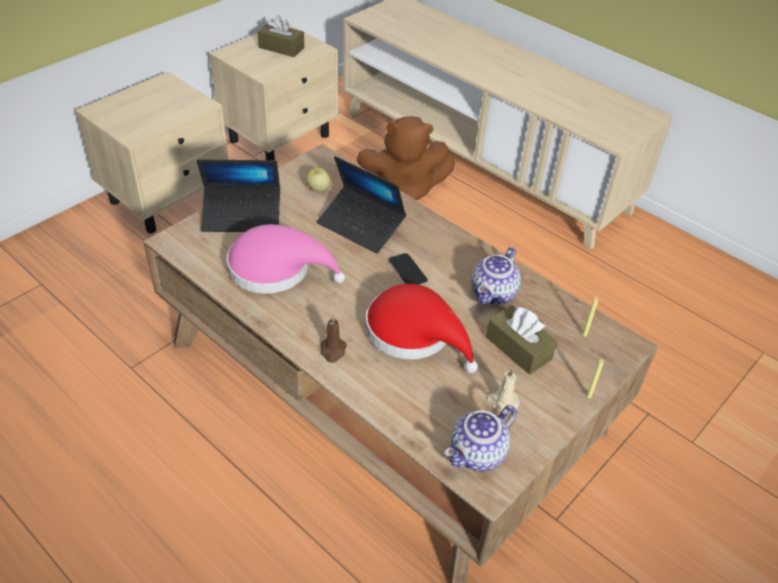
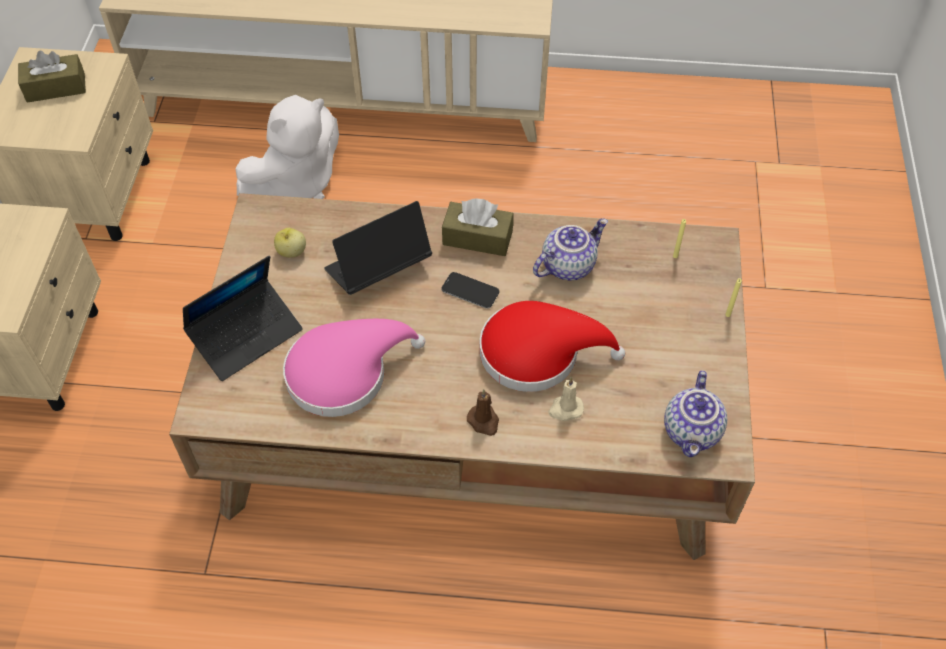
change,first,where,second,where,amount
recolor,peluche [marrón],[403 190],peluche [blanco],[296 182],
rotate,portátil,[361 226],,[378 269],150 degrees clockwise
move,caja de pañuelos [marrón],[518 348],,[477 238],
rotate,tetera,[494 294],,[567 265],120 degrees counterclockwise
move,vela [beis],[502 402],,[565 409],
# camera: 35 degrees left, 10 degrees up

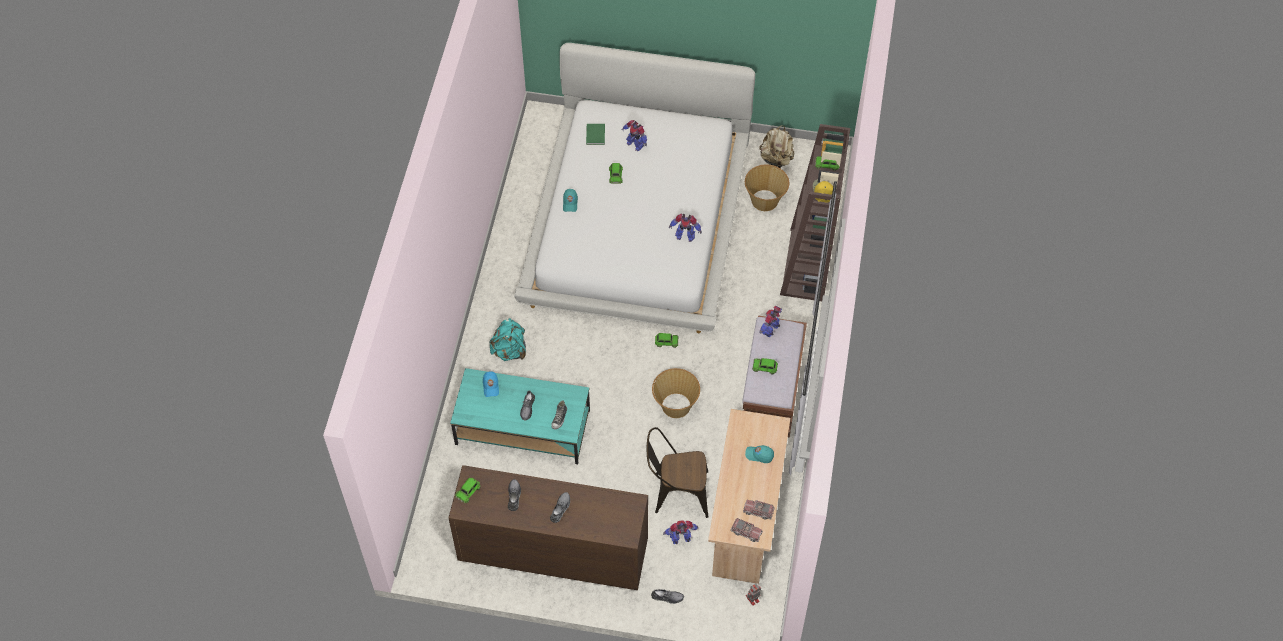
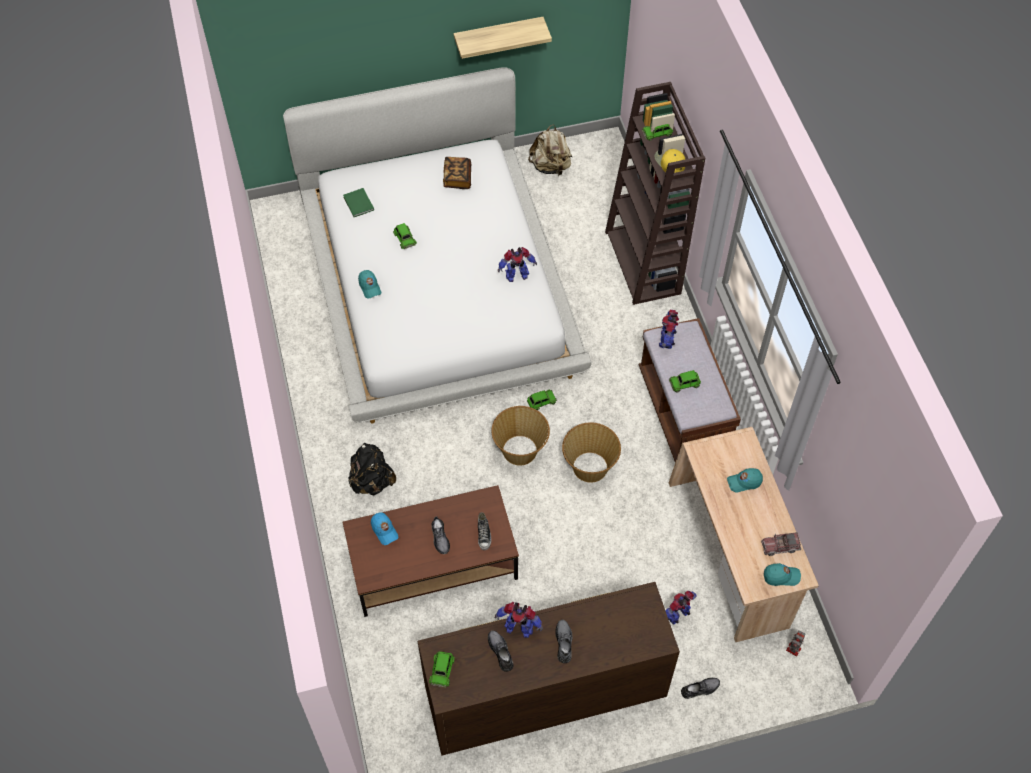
change,first,where,second,where,amount
recolor,mesa de centro [turquesa],[523 427],mesa de centro [marrón],[432 562],
recolor,mochila [turquesa],[509 350],mochila [negro],[372 481],
insert,,,libro,[457 178],
insert,,,estante,[498 36],
move,cesta,[765 201],,[520 450],
move,robot de juguete,[635 144],,[519 627],
replace,camión de juguete,[746 532],gorra [turquesa],[781 576],
delete,silla [marrón],[676 493],,,
# camera: 25 degrees left, 0 degrees up

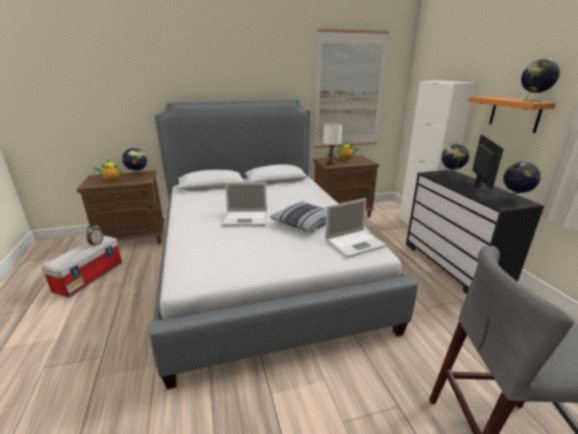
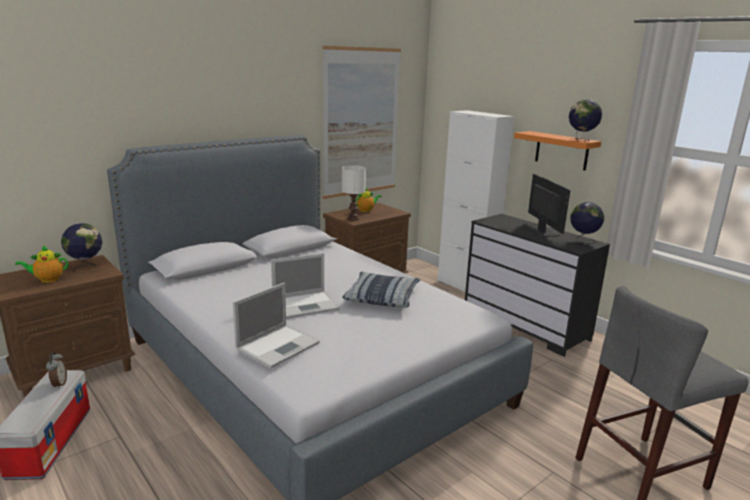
change,first,where,second,where,amount
move,portátil,[355 243],,[279 346],
delete,globo terráqueo,[451 175],,,
# camera: 25 degrees left, 5 degrees down

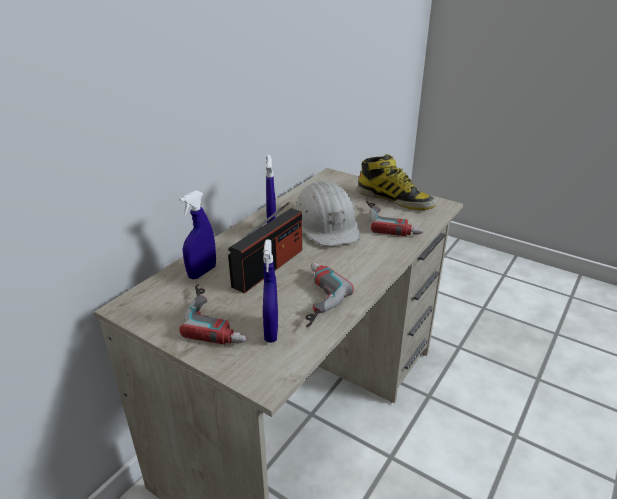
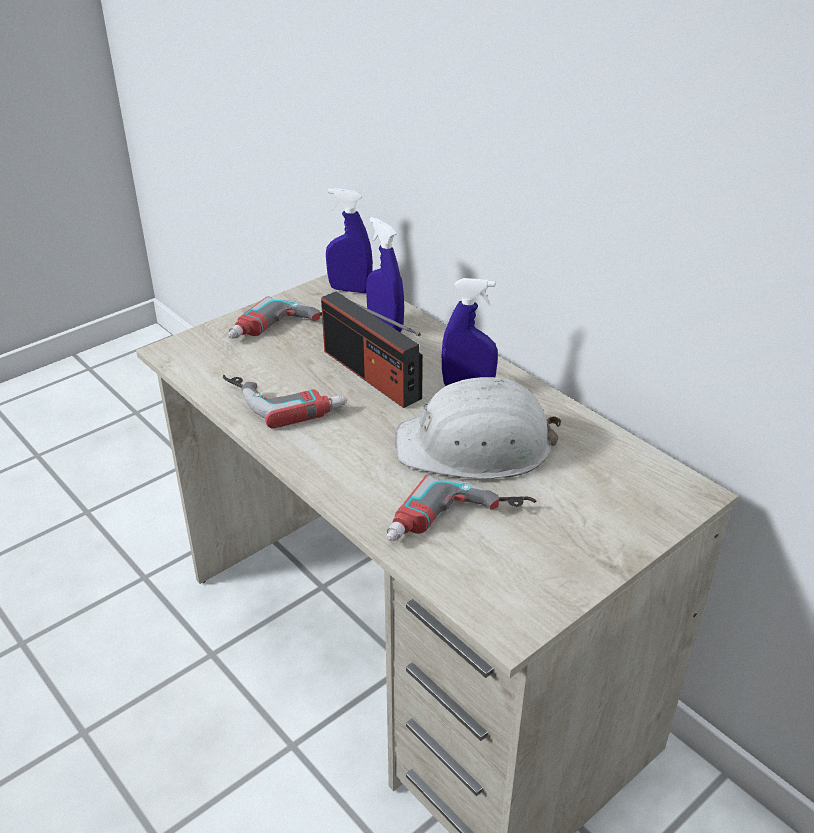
change,first,where,second,where,amount
move,pulverizador [azul],[271 331],,[350 289],
delete,bota,[395 199],,,
# camera: 105 degrees right, 5 degrees up

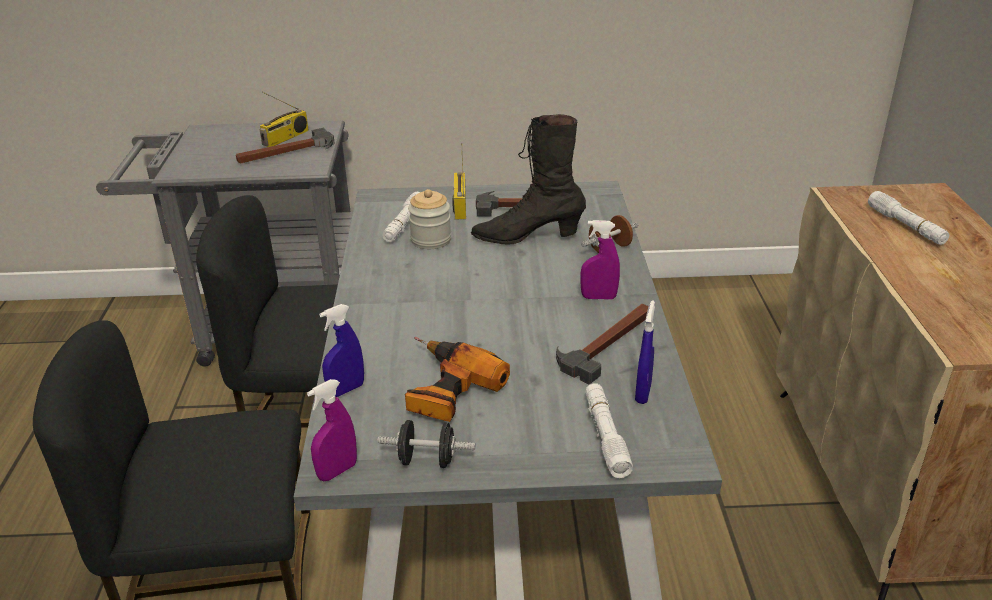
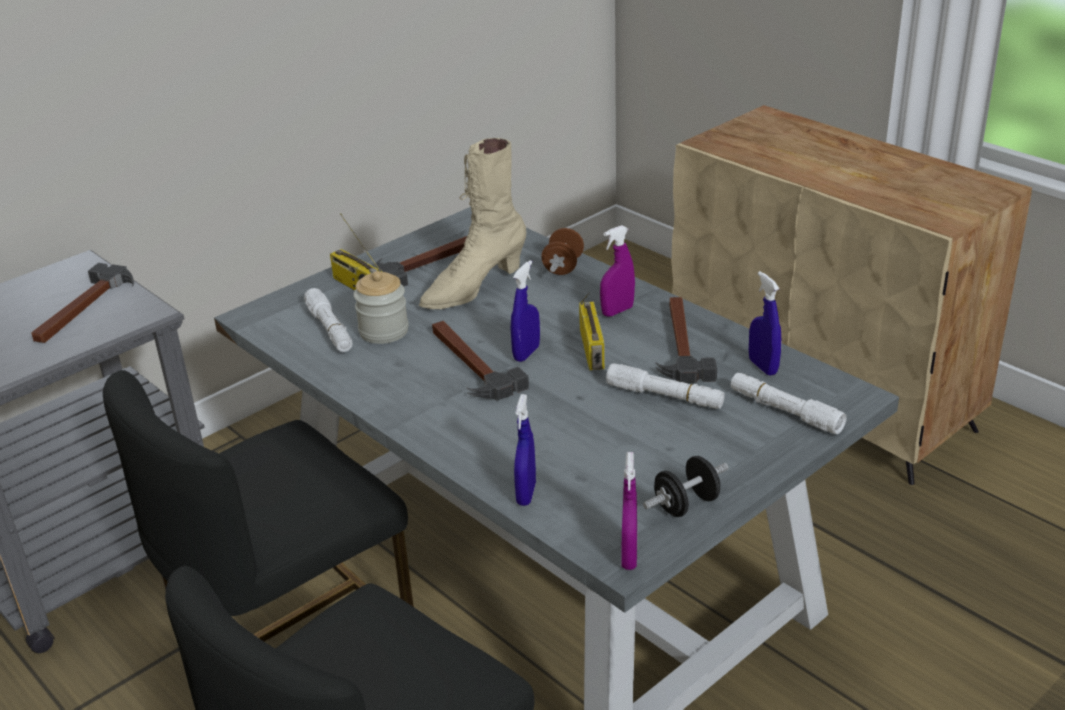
change,first,where,second,where,amount
recolor,bota [negro],[527 237],bota [beis],[473 288],
insert,,,martillo,[469 364],
insert,,,pulverizador [azul],[526 353],
move,radio,[285 138],,[593 349],
move,linterna [blanco],[905 226],,[665 396],
delete,taladro,[444 390],,,
# camera: 40 degrees left, 0 degrees up

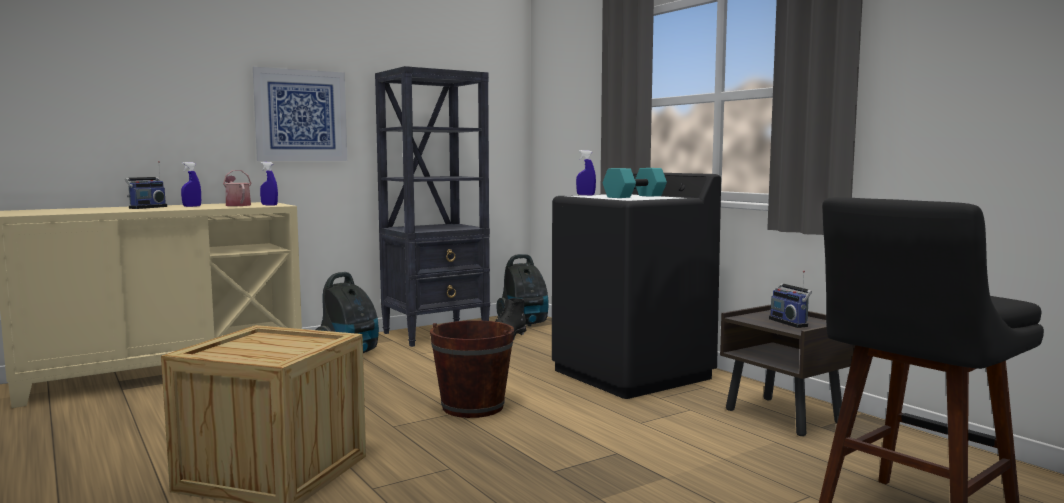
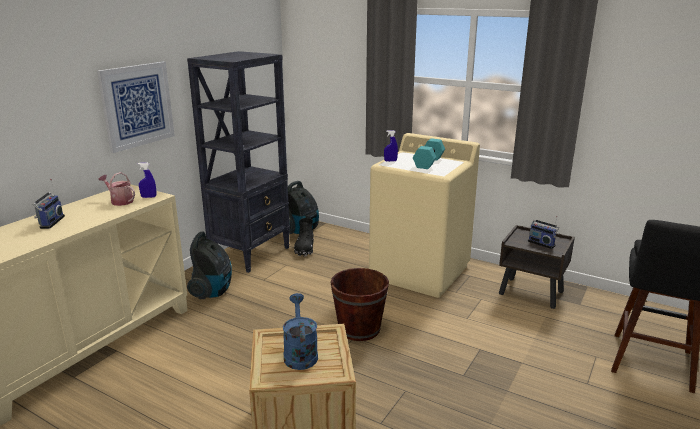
change,first,where,second,where,amount
insert,,,regadera [azul],[300 353],
recolor,lavadora [negro],[632 374],lavadora [beis],[420 272],
delete,pulverizador [azul],[192 206],,,
# camera: 25 degrees left, 15 degrees up

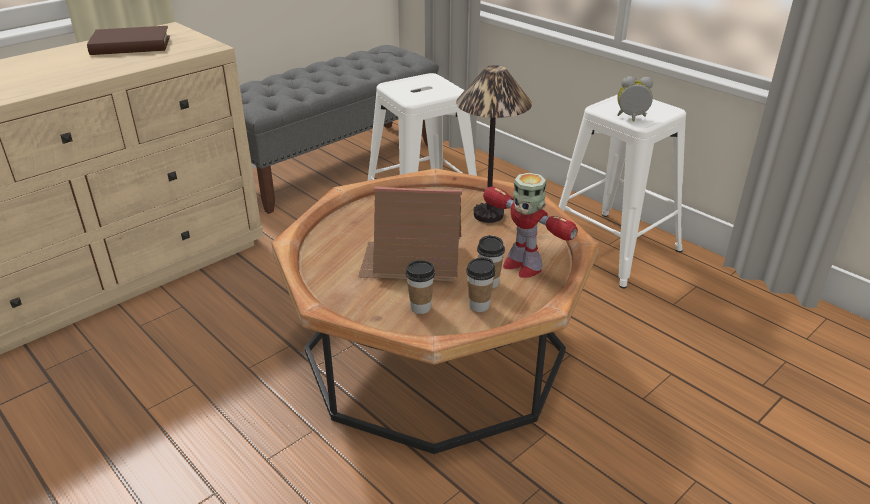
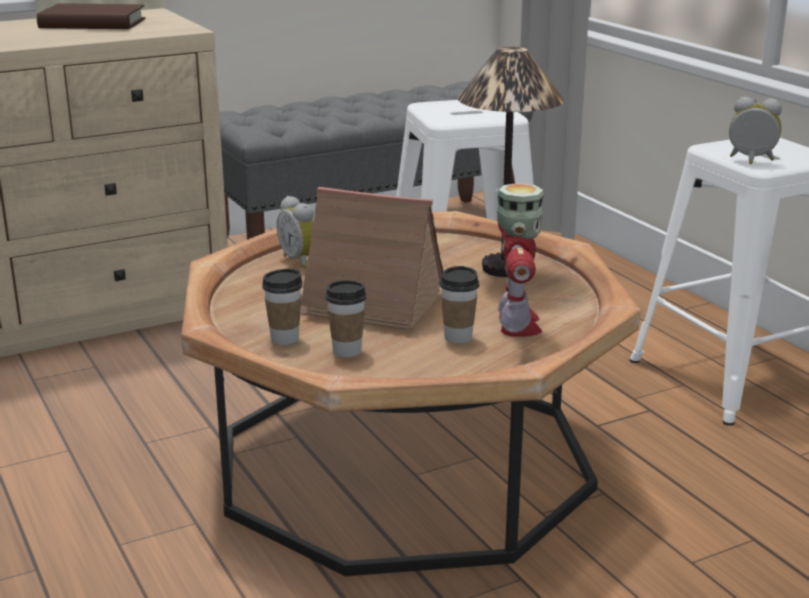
change,first,where,second,where,amount
move,taza,[479 306],,[284 339],
insert,,,despertador,[301 261],
rotate,robot de juguete,[522 266],,[517 325],150 degrees counterclockwise
# camera: 15 degrees right, 10 degrees down

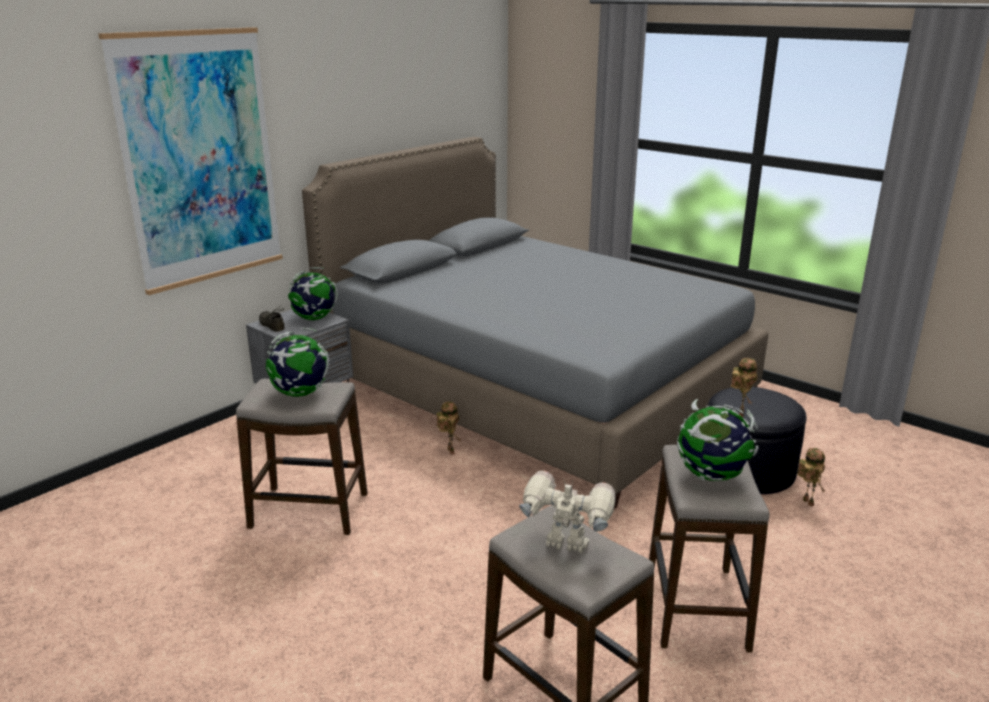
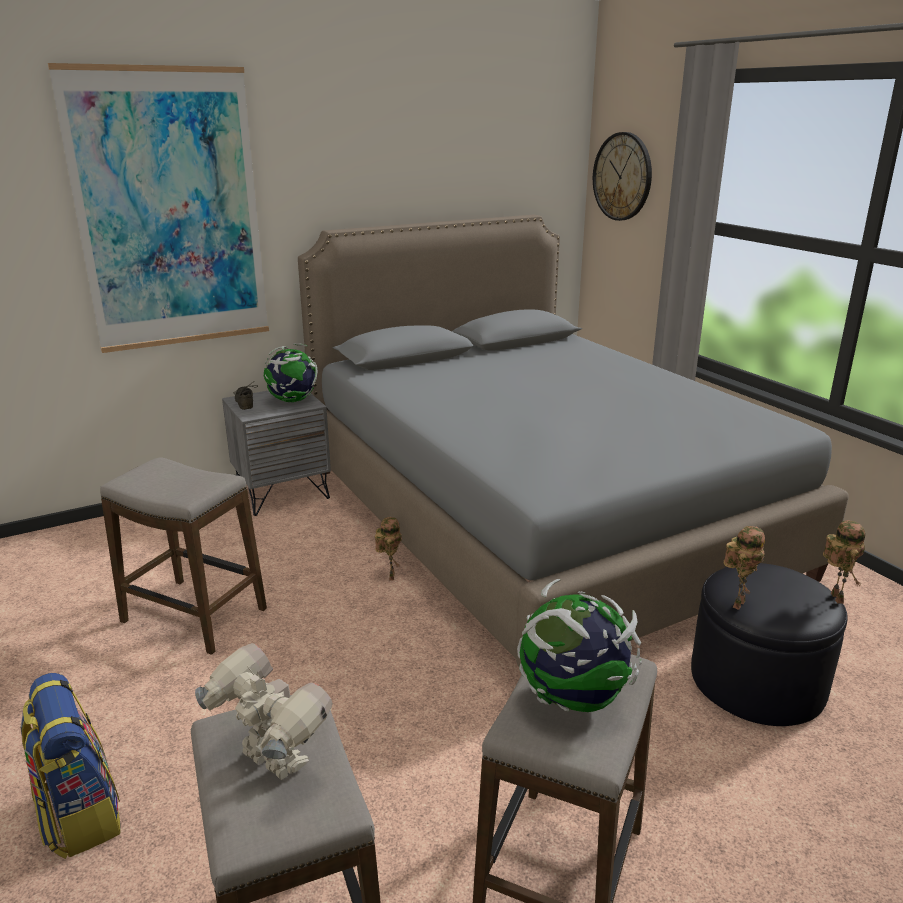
change,first,where,second,where,amount
insert,,,mochila,[79 814],
insert,,,reloj de pared,[622 176],
move,robot de juguete,[806 502],,[834 597],
delete,globo terráqueo,[300 394],,,
# camera: 20 degrees right, 0 degrees up

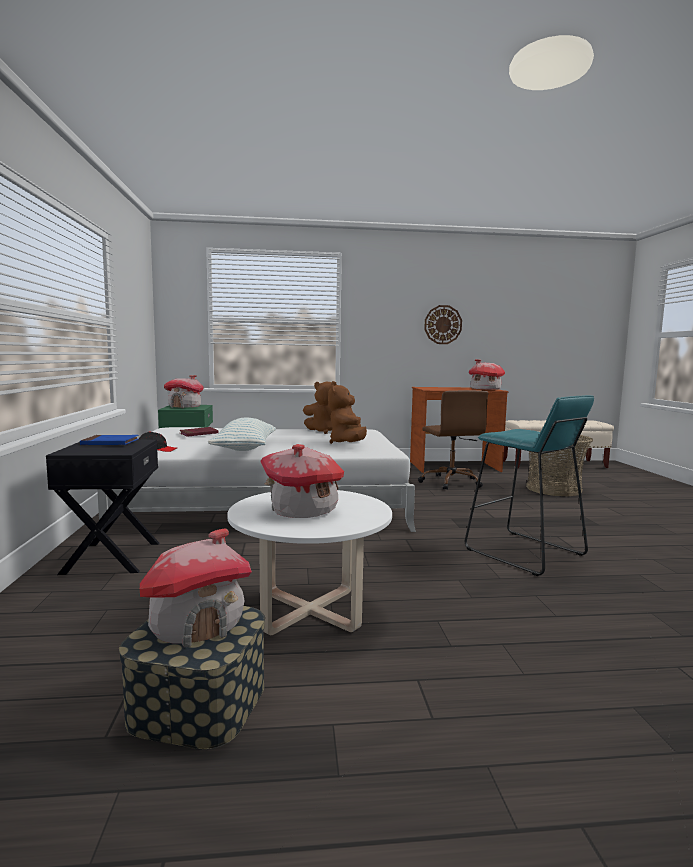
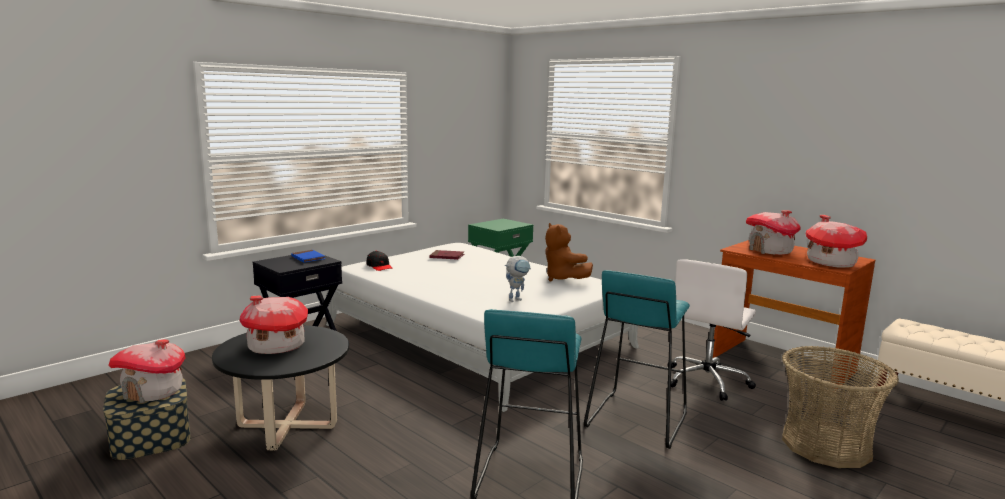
change,first,where,second,where,amount
recolor,mesa de centro [blanco],[310 610],mesa de centro [negro],[287 426],
replace,peluche [marrón],[348 444],robot de juguete,[517 299],
insert,,,taburete [turquesa],[636 419],
recolor,silla de oficina [marrón],[450 482],silla de oficina [blanco],[707 381],
move,casita,[185 406],,[770 251],
delete,cojín,[245 449],,,
delete,reloj de pared,[443 324],,,
# camera: 50 degrees right, 5 degrees up

